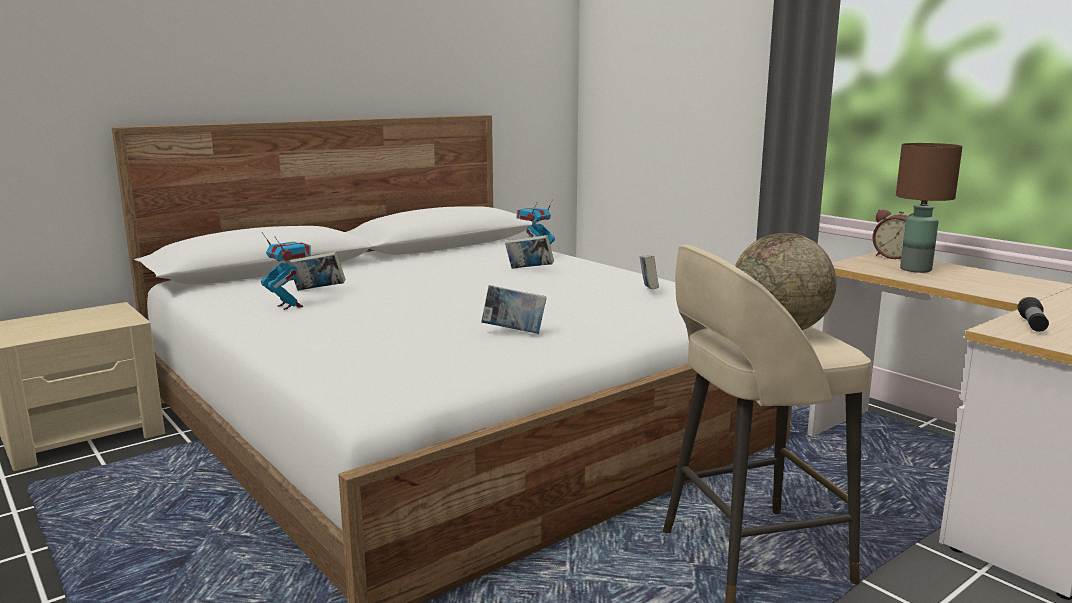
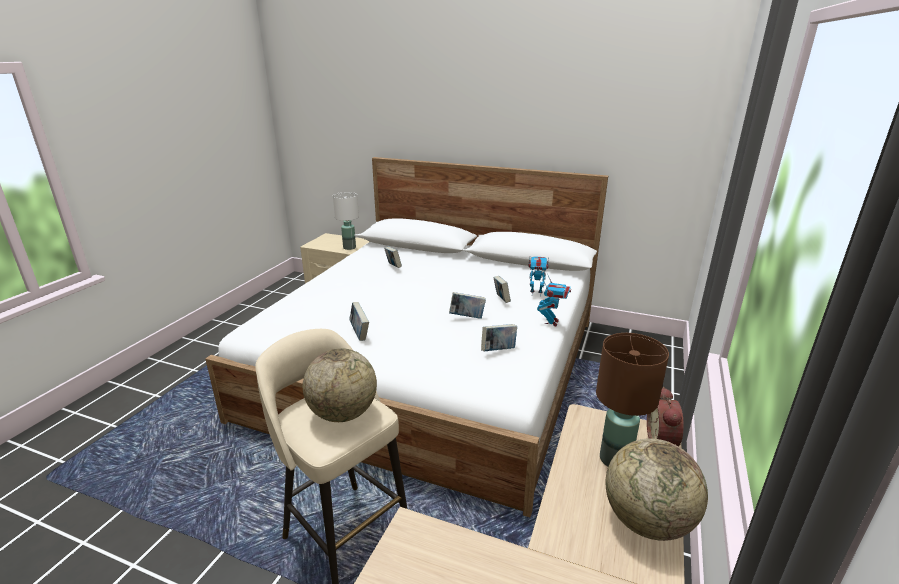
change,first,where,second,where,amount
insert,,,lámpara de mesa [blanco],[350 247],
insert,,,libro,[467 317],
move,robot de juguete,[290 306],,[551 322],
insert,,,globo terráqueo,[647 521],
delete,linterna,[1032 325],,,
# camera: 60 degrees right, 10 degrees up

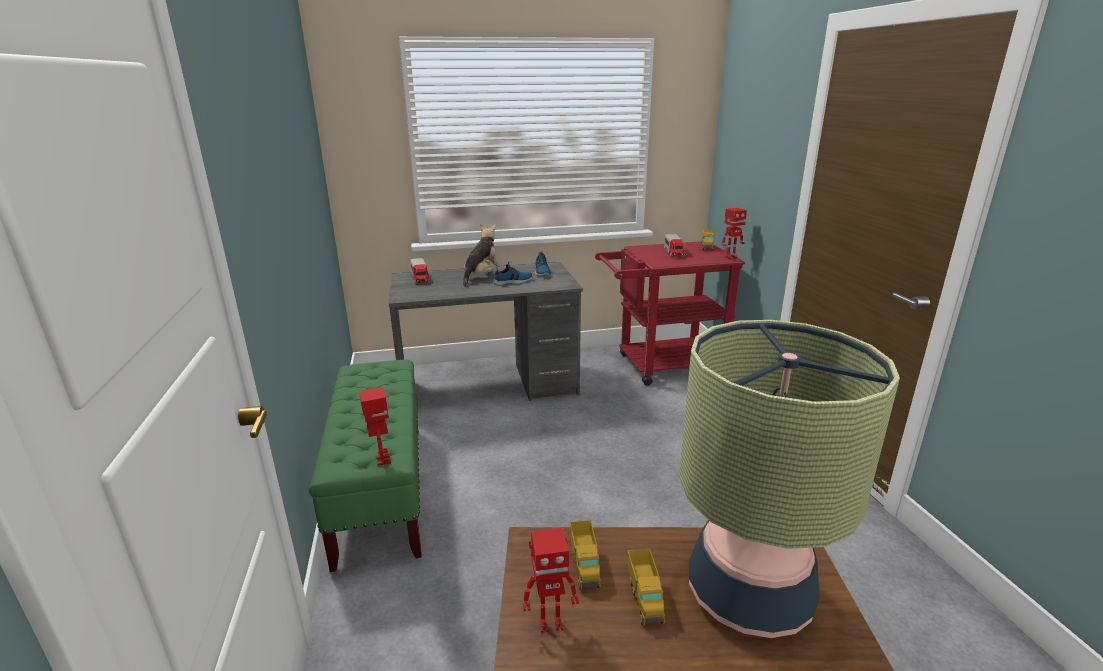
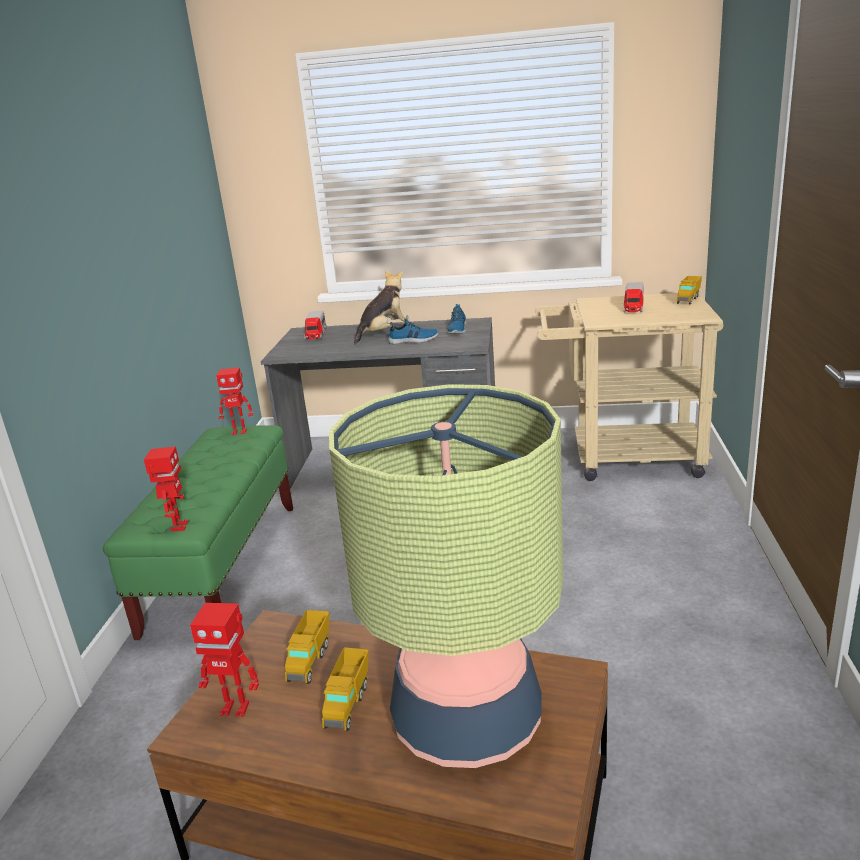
change,first,where,second,where,amount
move,robot de juguete,[730 257],,[239 432],
recolor,carrito [rojo],[661 366],carrito [beis],[623 458],
# camera: 20 degrees right, 0 degrees up

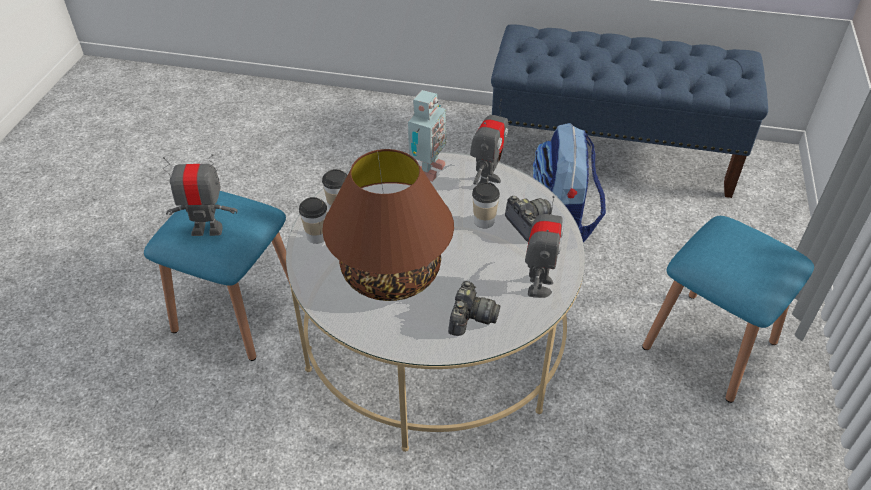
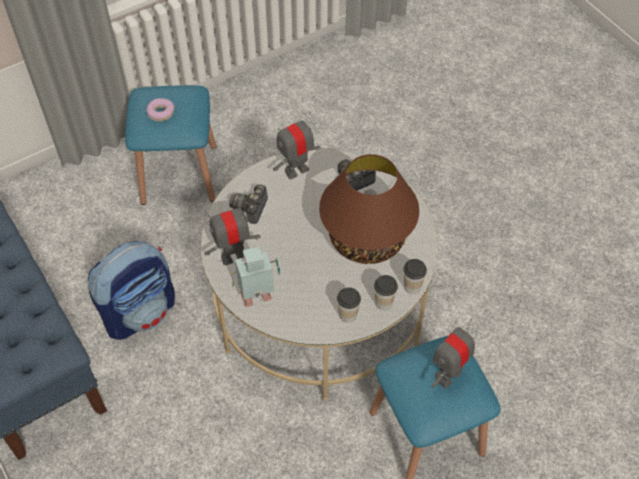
change,first,where,second,where,amount
insert,,,rosquilla,[161 113],
move,taza,[484 221],,[412 286],
rotate,robot de juguete,[207 229],,[448 375],90 degrees clockwise
# camera: 135 degrees left, 10 degrees up

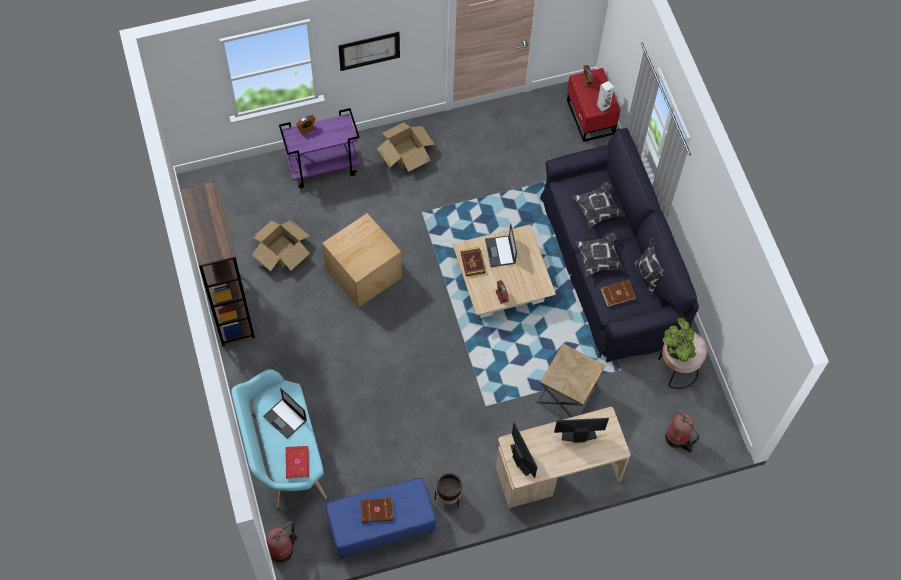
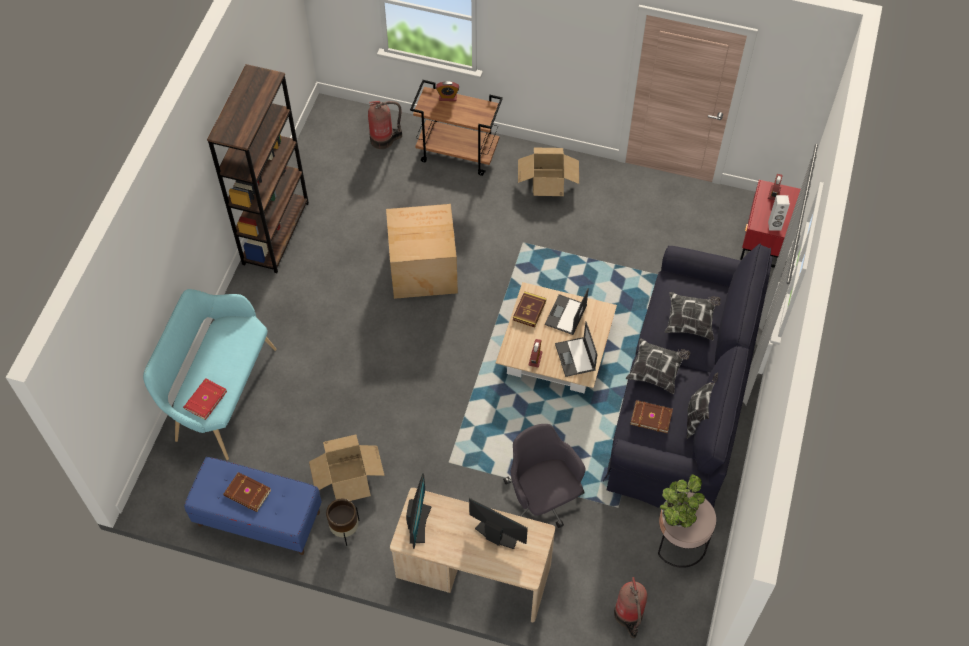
change,first,where,second,where,amount
move,caja de cartón,[282 251],,[348 475],
move,extintor,[283 549],,[384 139],
recolor,carrito [morado],[323 167],carrito [marrón],[458 153],
replace,mesa auxiliar [marrón],[568 394],silla de oficina [gris],[542 499],
move,portátil,[285 418],,[575 357],
delete,cuadro,[369 51],,,
# camera: 35 degrees right, 5 degrees down

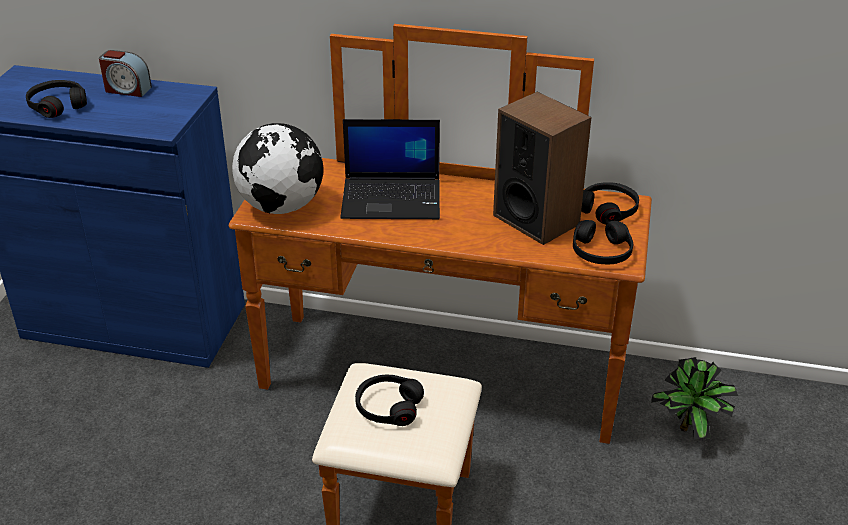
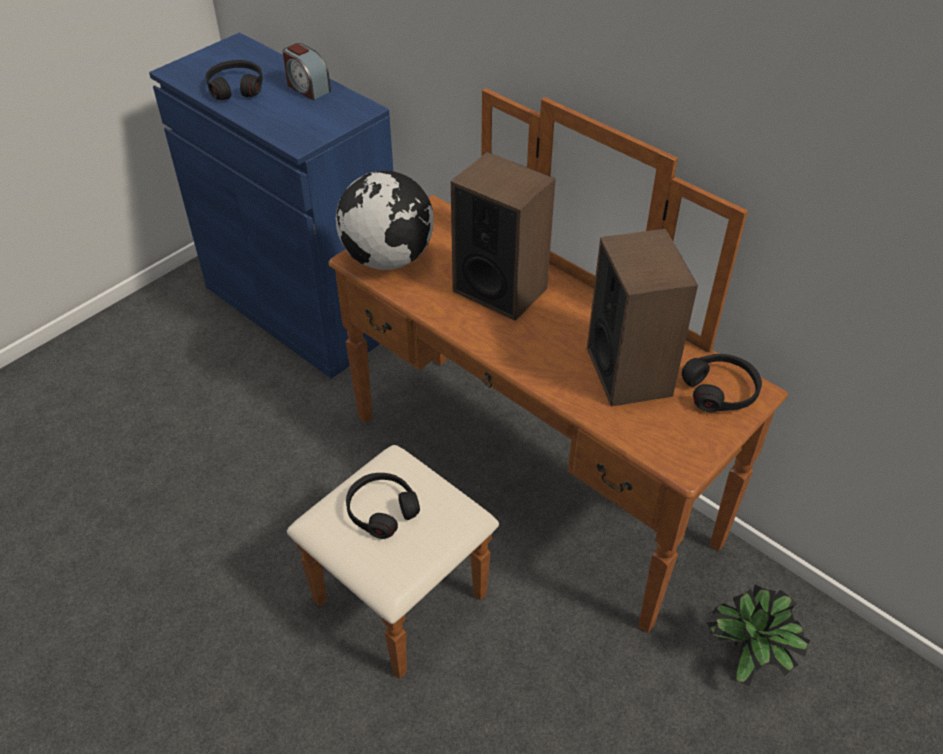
change,first,where,second,where,amount
replace,portátil,[393 199],altavoz,[500 289],
delete,auriculares [negro],[601 252],,,
# camera: 30 degrees right, 10 degrees up

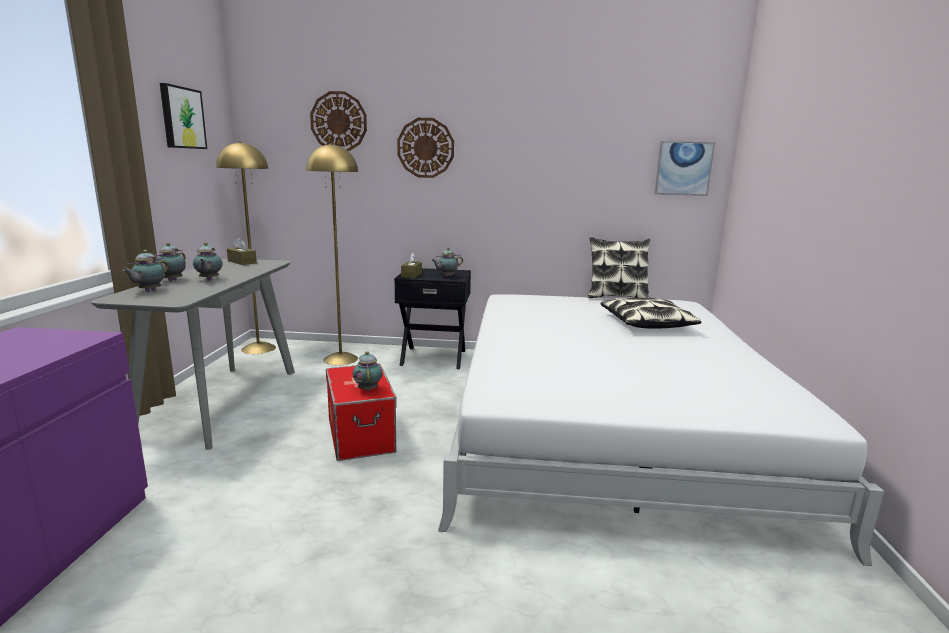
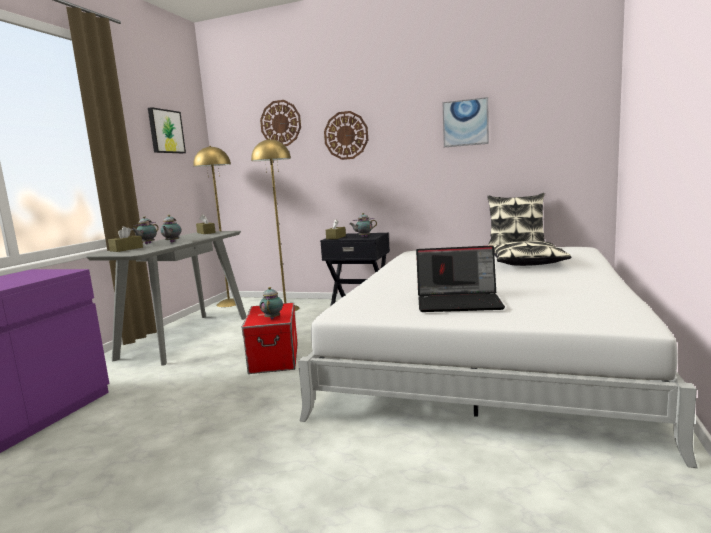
change,first,where,second,where,amount
replace,tetera,[149 291],caja de pañuelos [marrón],[126 249],
insert,,,portátil,[460 302],
move,cuadro,[683 168],,[465 123],
# camera: 15 degrees right, 5 degrees down

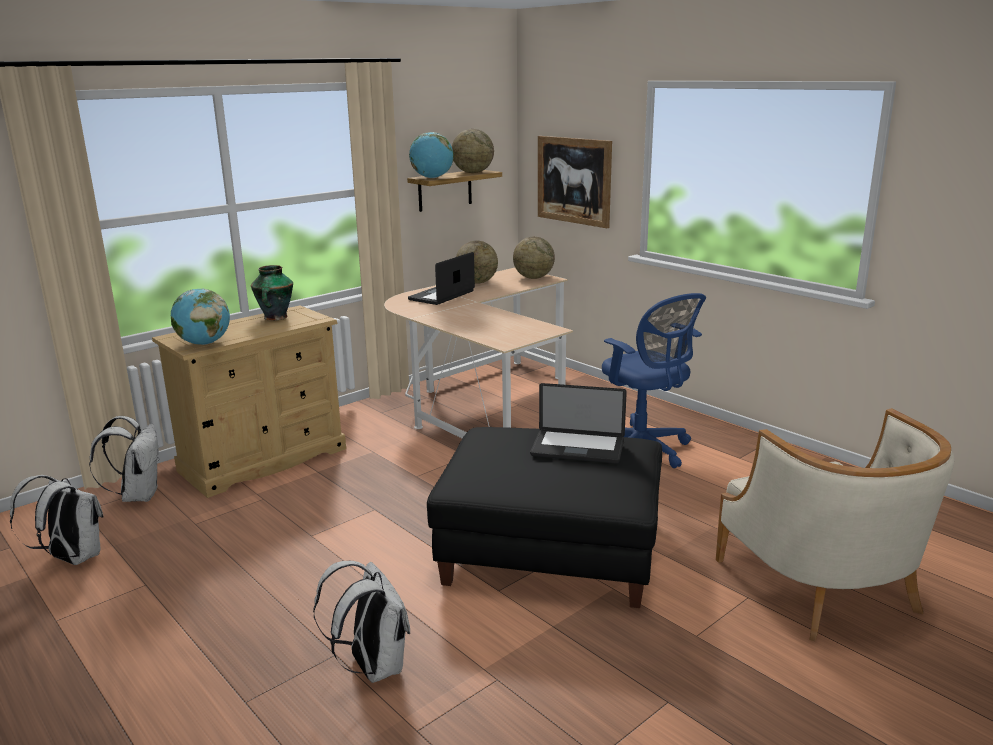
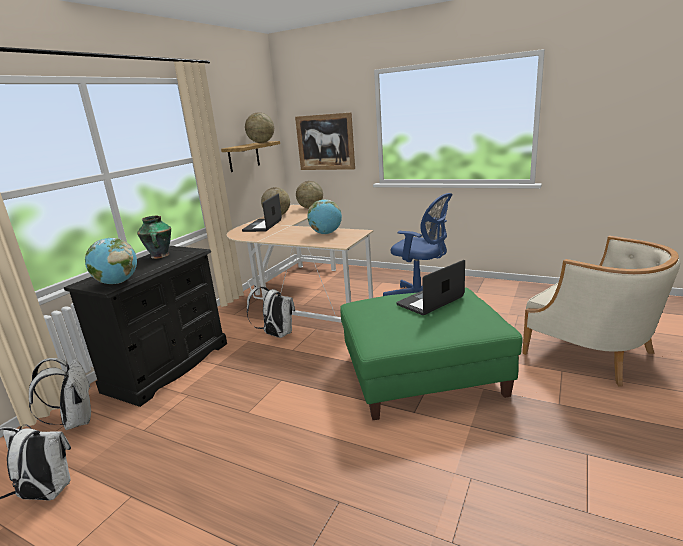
change,first,where,second,where,amount
recolor,cómoda [beis],[264 460],cómoda [negro],[168 366],
move,mochila [blanco],[372 666],,[276 335],
move,globo terráqueo,[432 178],,[326 233],
recolor,puf [negro],[551 549],puf [verde],[422 374],
rotate,portátil,[577 448],,[430 301],150 degrees clockwise
# camera: 20 degrees left, 0 degrees up

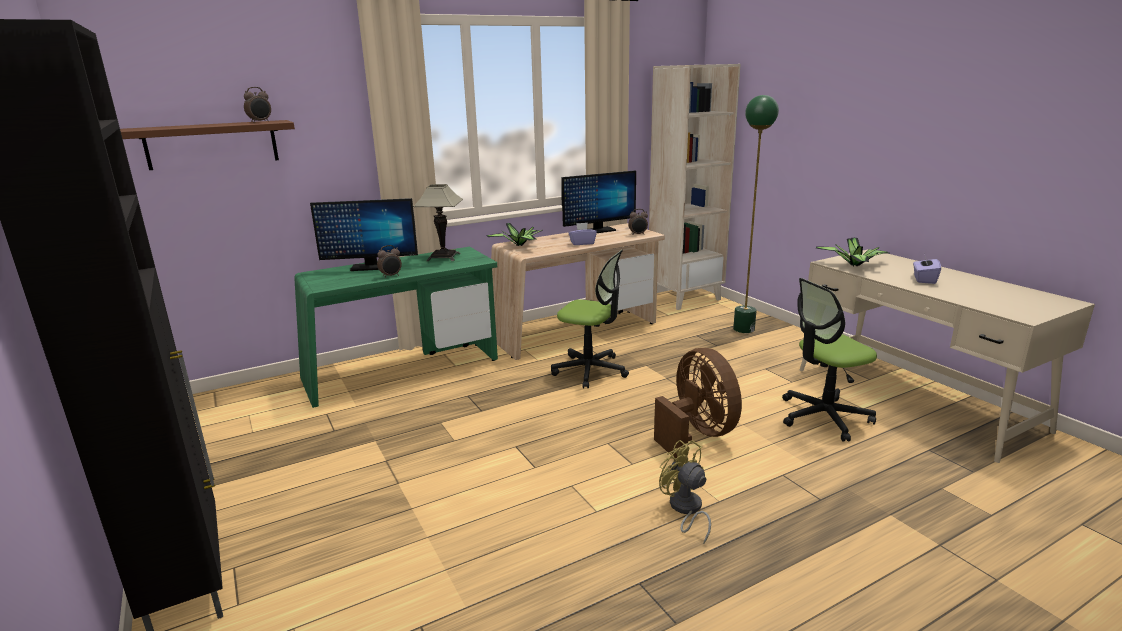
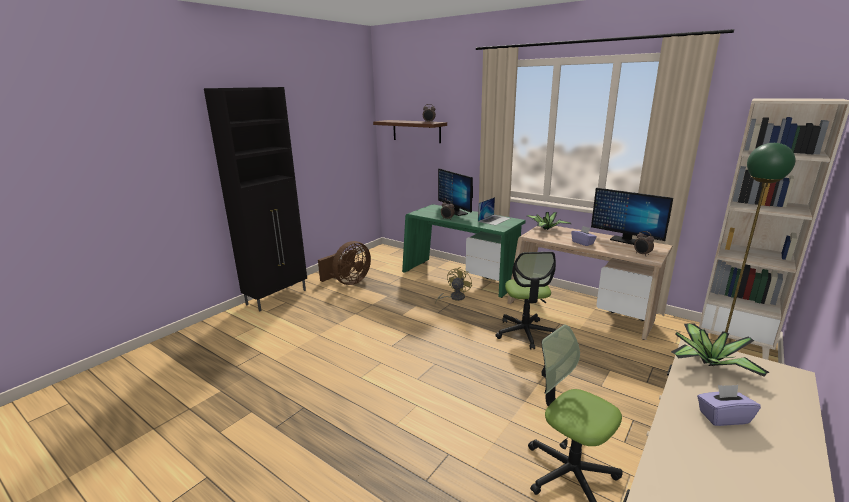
change,first,where,second,where,amount
move,ventilador [marrón],[697 435],,[348 282],
move,ventilador [amarillo],[685 510],,[454 298],
replace,lámpara de mesa,[443 257],portátil,[494 219],
# camera: 65 degrees right, 0 degrees up

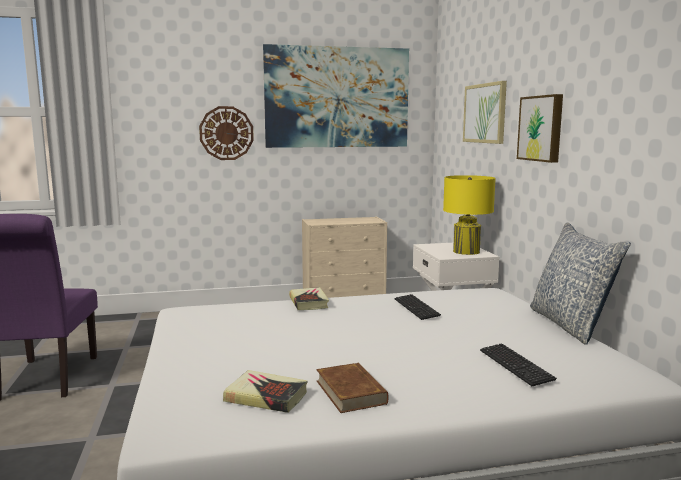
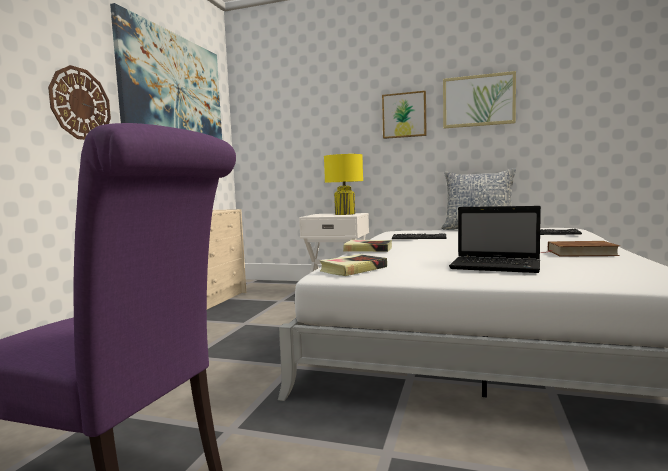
change,first,where,second,where,amount
move,libro,[266 397],,[353 269],
move,cuadro,[485 113],,[478 101],
insert,,,portátil,[497 266],
# camera: 60 degrees left, 5 degrees down

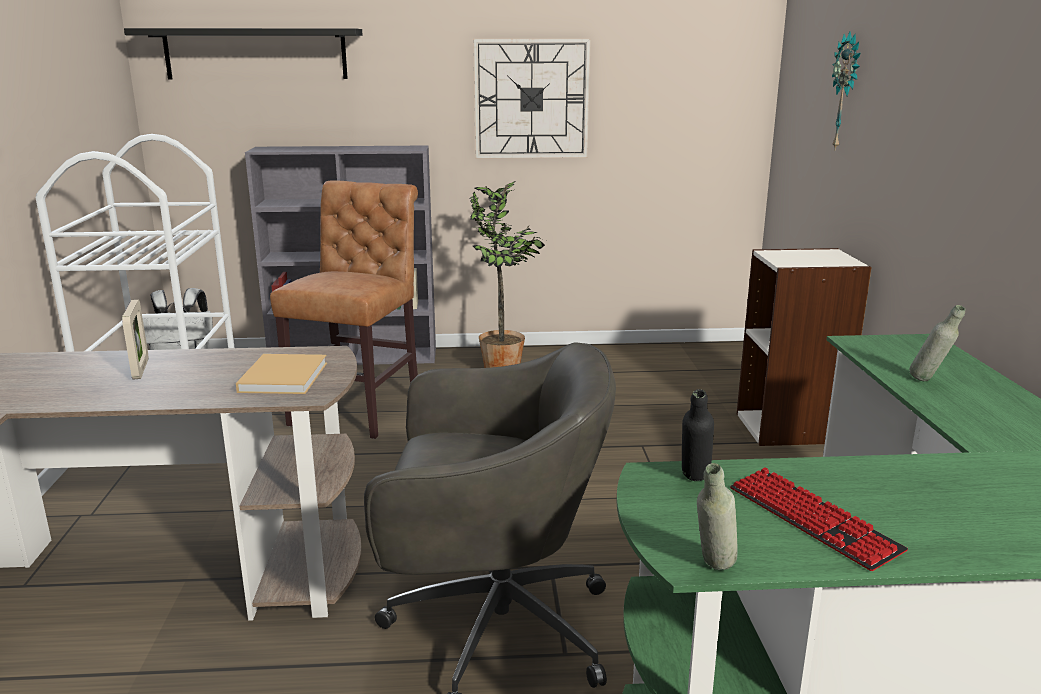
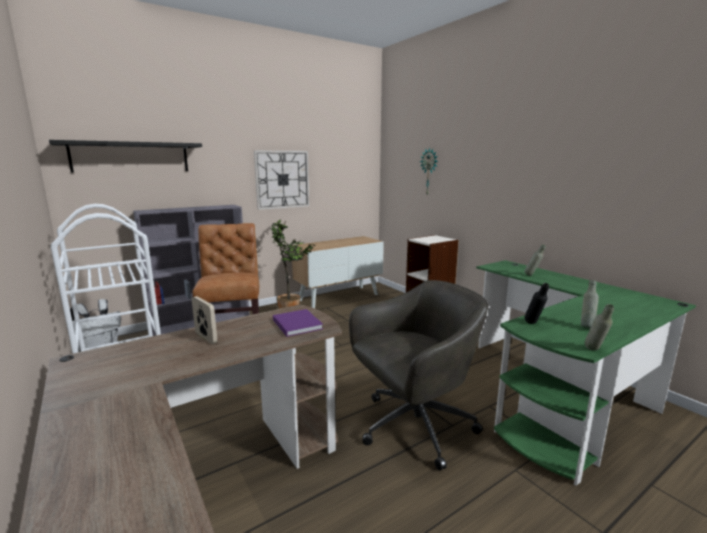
change,first,where,second,where,amount
recolor,libro [beis],[284 376],libro [morado],[296 324],
insert,,,armario,[339 297],
replace,teclado,[812 520],botella [gris],[586 326],
# camera: 30 degrees left, 5 degrees down

